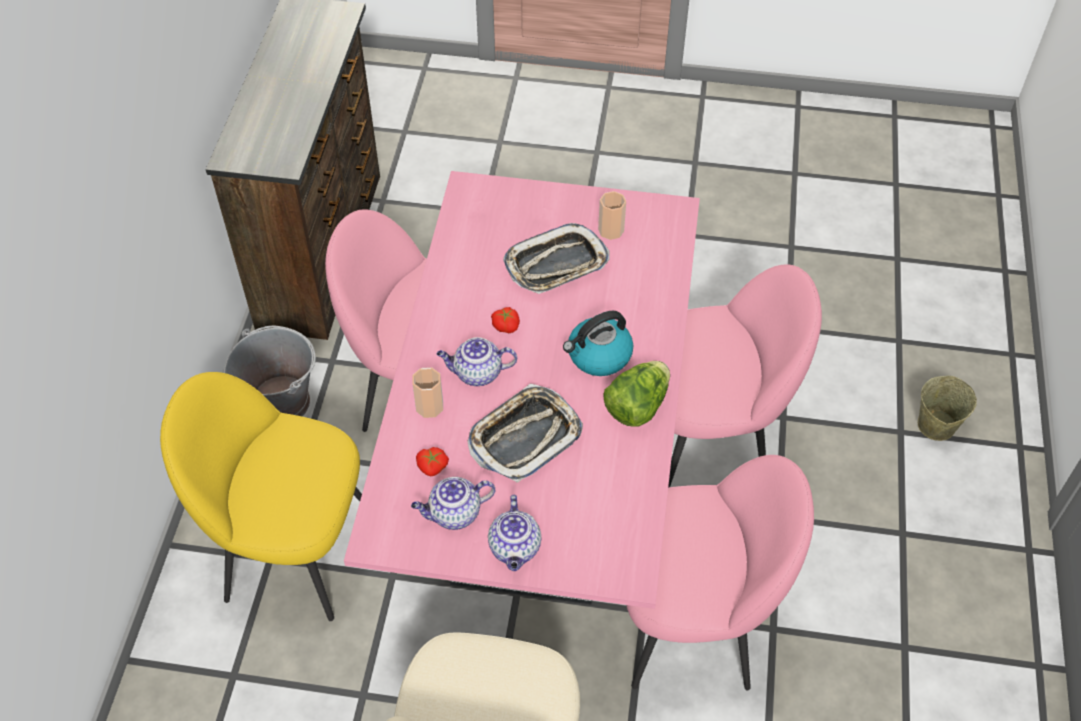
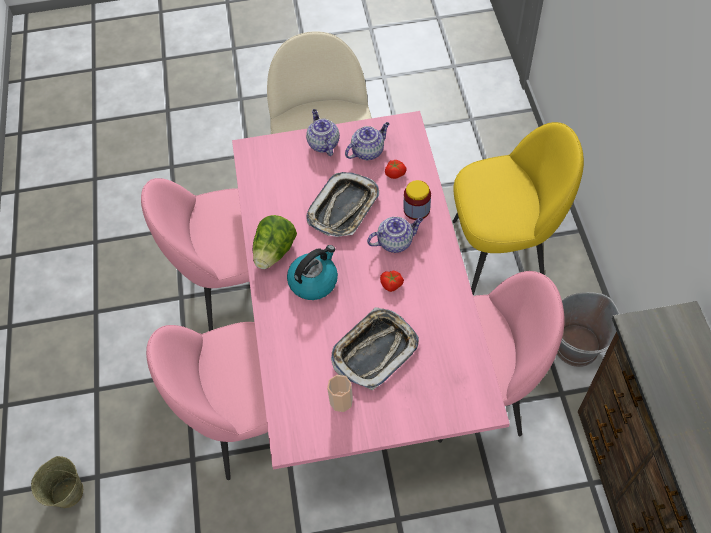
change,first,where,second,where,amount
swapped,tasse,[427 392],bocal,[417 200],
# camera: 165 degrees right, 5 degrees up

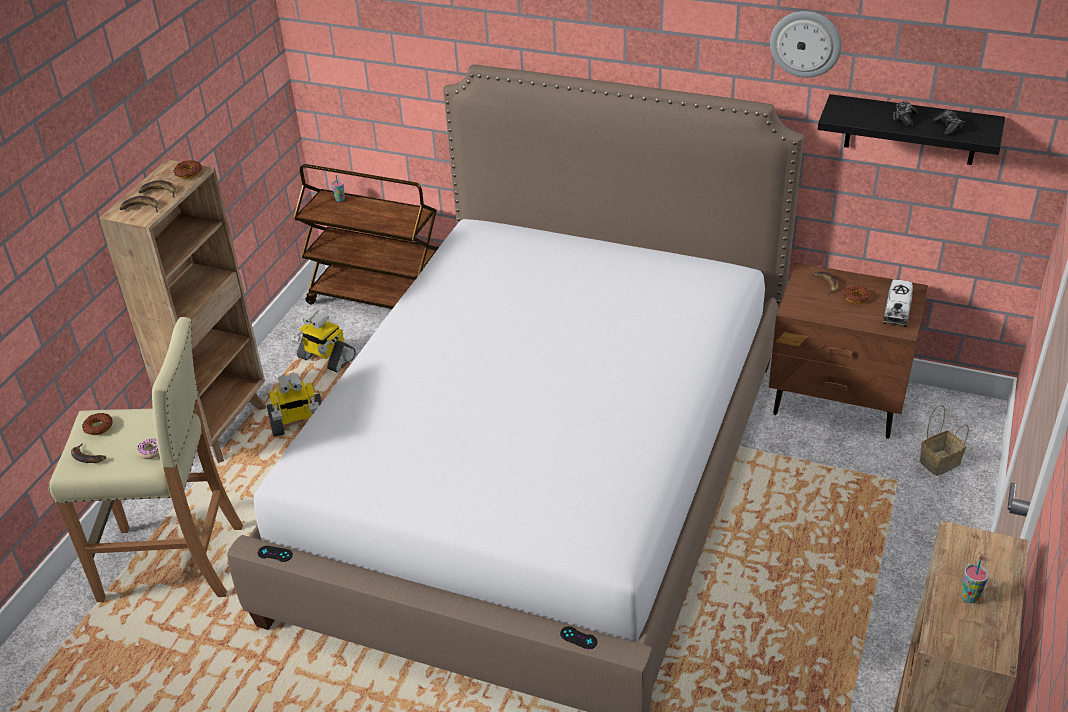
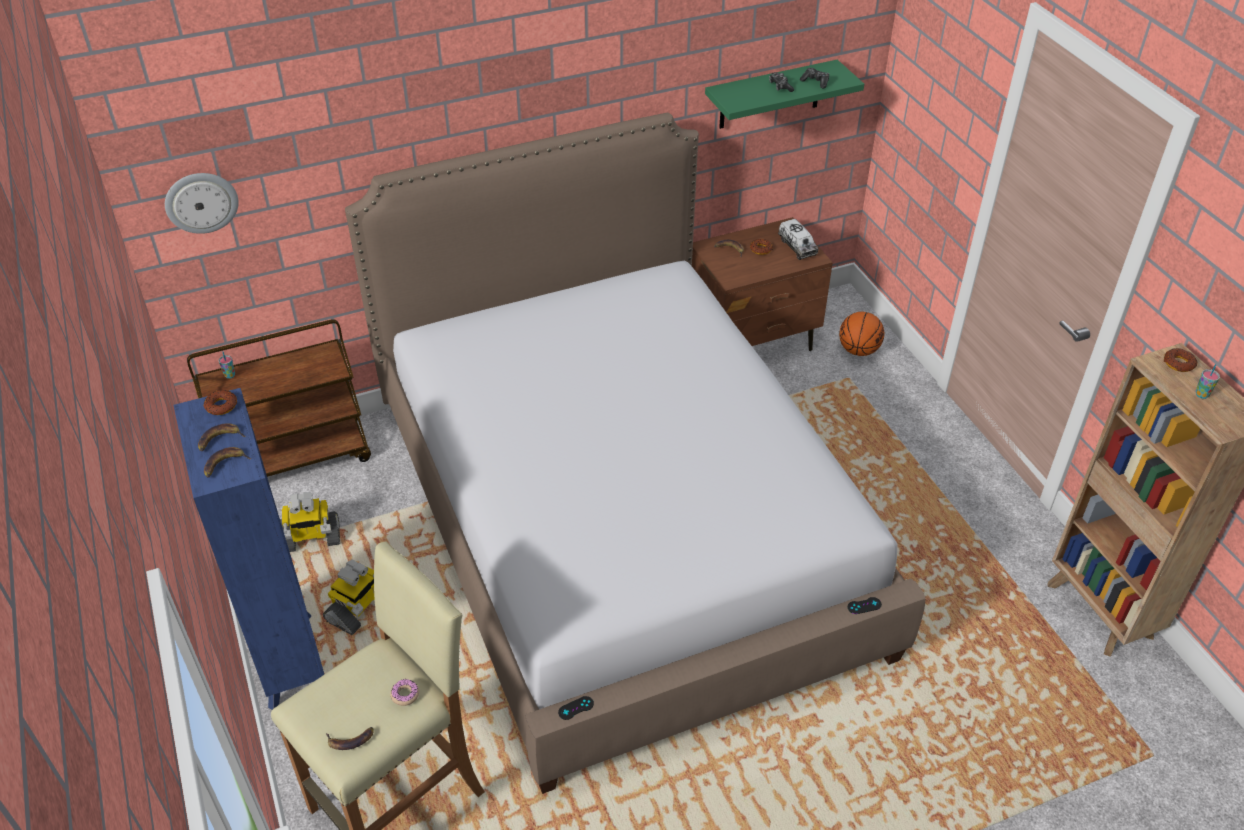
change,first,where,second,where,amount
shifted,horloge murale,[806 44],,[202 203],
repainted,bibliothèque/marron,[182 311],bibliothèque/bleu,[249 549],
repainted,étagère/noir,[911 129],étagère/vert,[784 94],
swapped,panier,[944 440],ballon de basket,[861 334],
shifted,beignet,[97 424],,[1181 360],
# camera: 45 degrees left, 5 degrees up

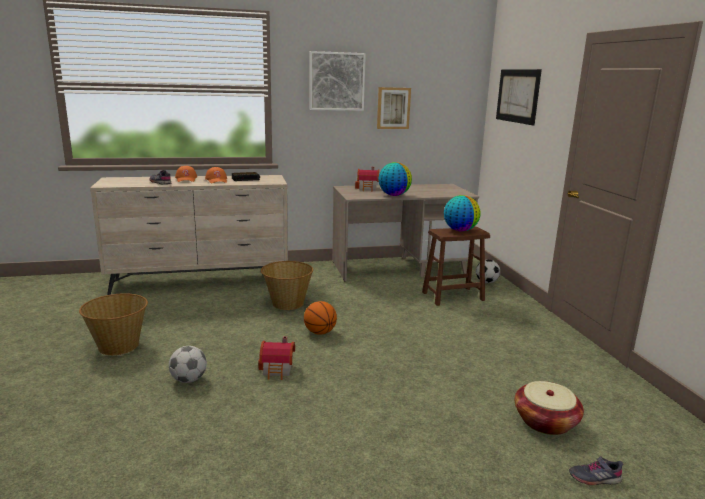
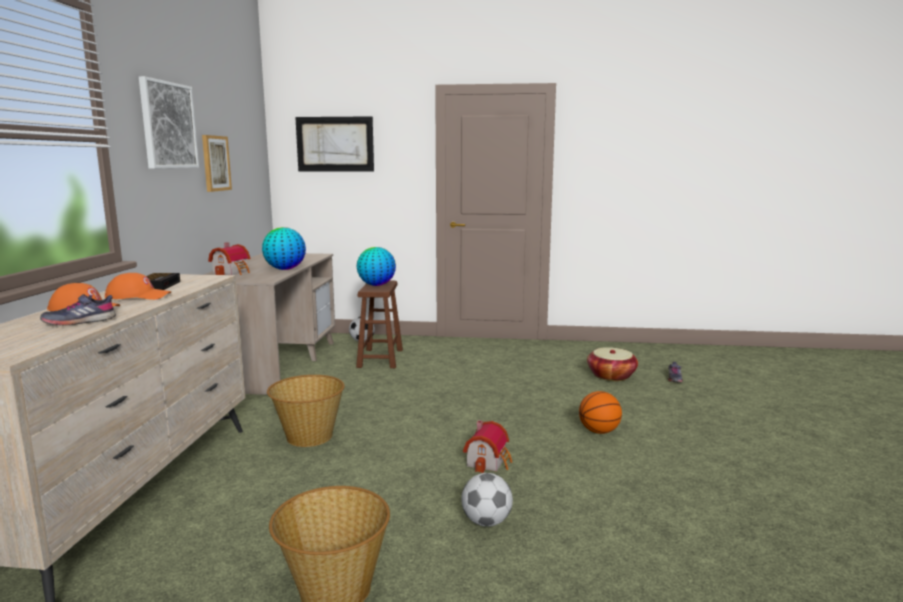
change,first,where,second,where,amount
shifted,ballon de basket,[320 318],,[600 412],
# camera: 70 degrees left, 5 degrees down

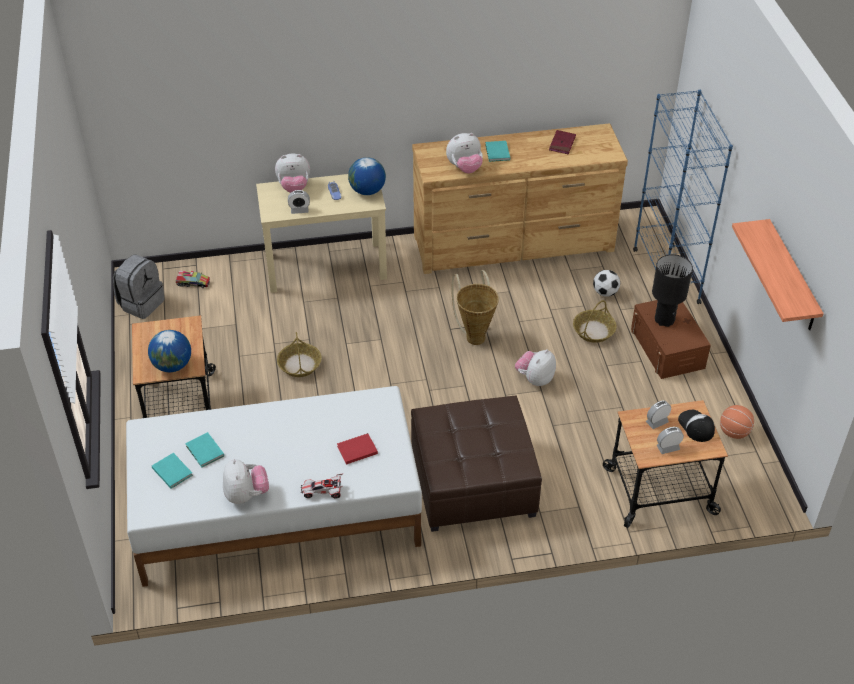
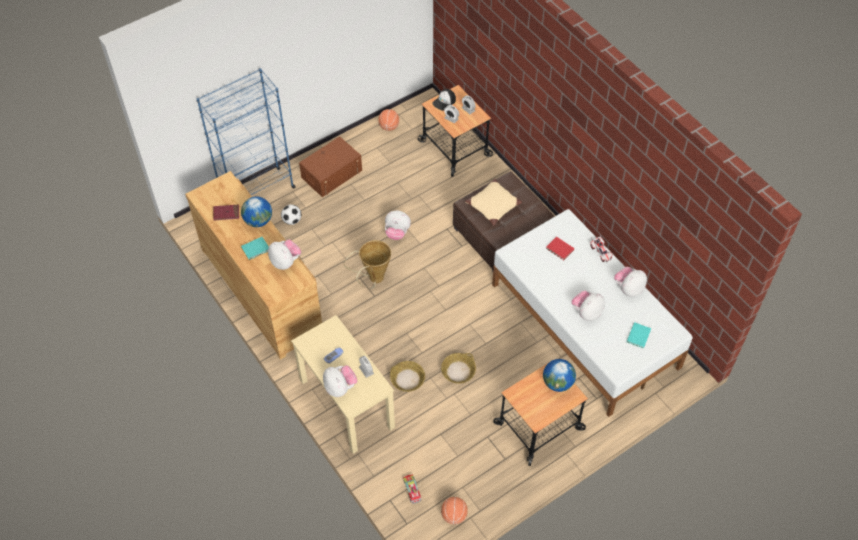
change,first,where,second,where,amount
shifted,globe,[367 176],,[256 212],
shifted,panier,[595 321],,[407 376],
swapped,sac à dos/gris,[139 287],ballon de basket,[454 510],
new,,,coussin/beige,[493 202],
new,,,peluche,[588 306],
gone,livre/turquoise,[204 449],,,
gone,lampe de table/noir,[672 290],,,
gone,étagère,[778 274],,,
# camera: 115 degrees left, 10 degrees up

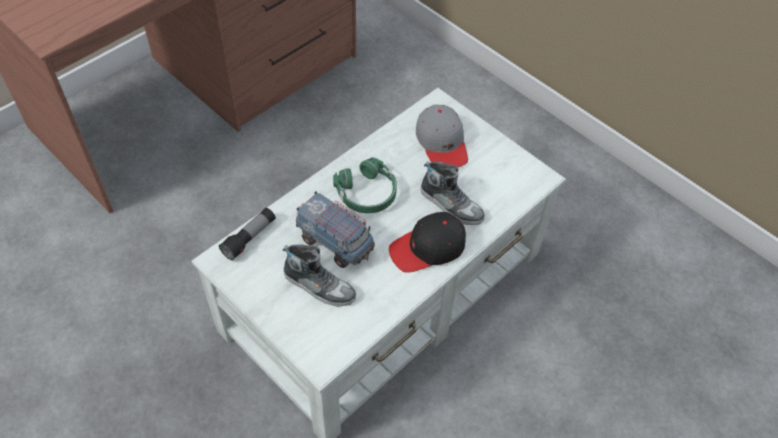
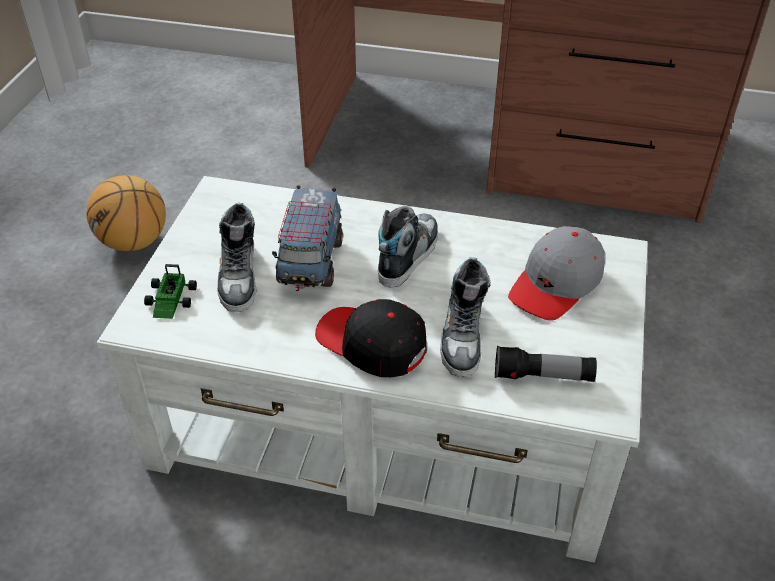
change,first,where,second,where,amount
new,,,ballon de basket,[126 213],
new,,,petite voiture,[170 291],
swapped,casque audio/vert,[365 185],chaussure,[408 247],
shifted,lampe de poche,[247 234],,[546 364],
# camera: 60 degrees right, 10 degrees down

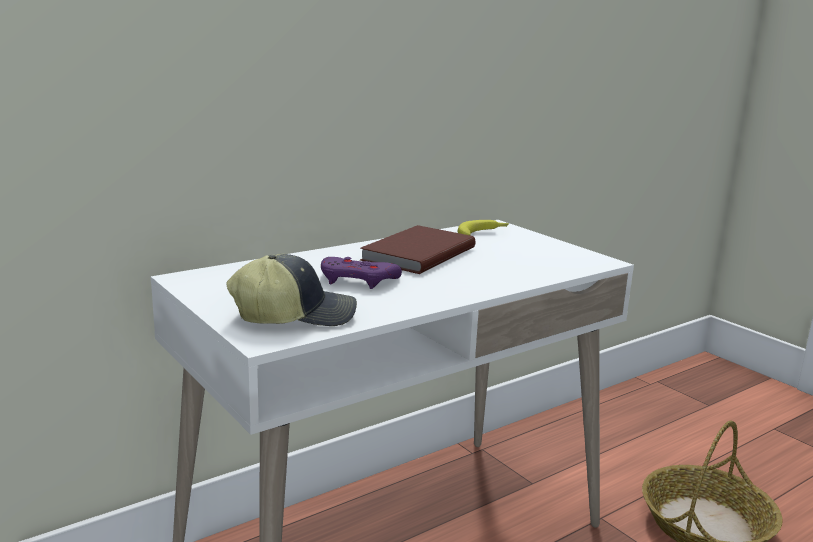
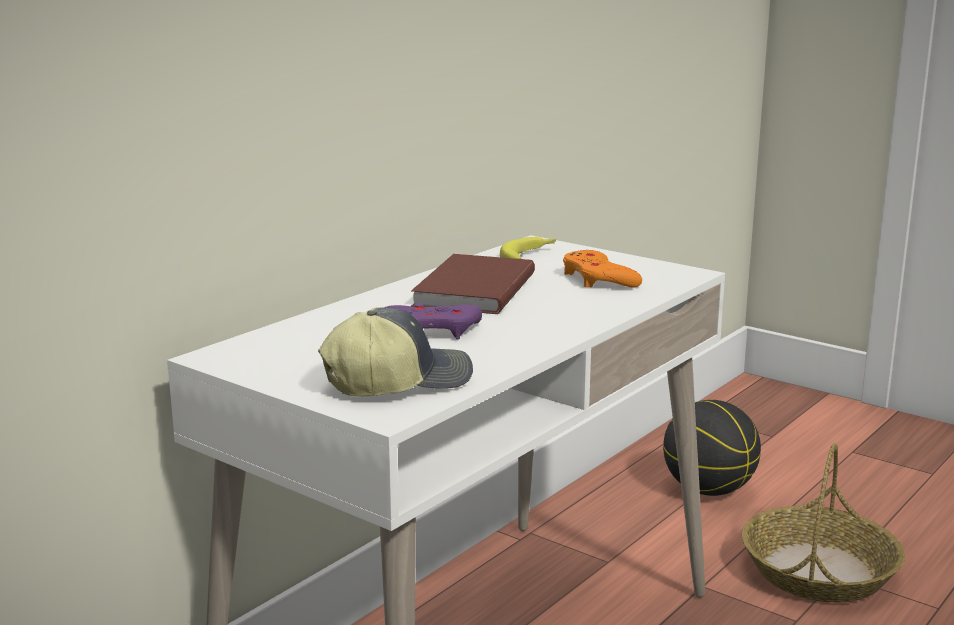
change,first,where,second,where,amount
new,,,manette/orange,[602 269],
new,,,ballon de basket,[712 448],
# camera: 15 degrees left, 0 degrees up

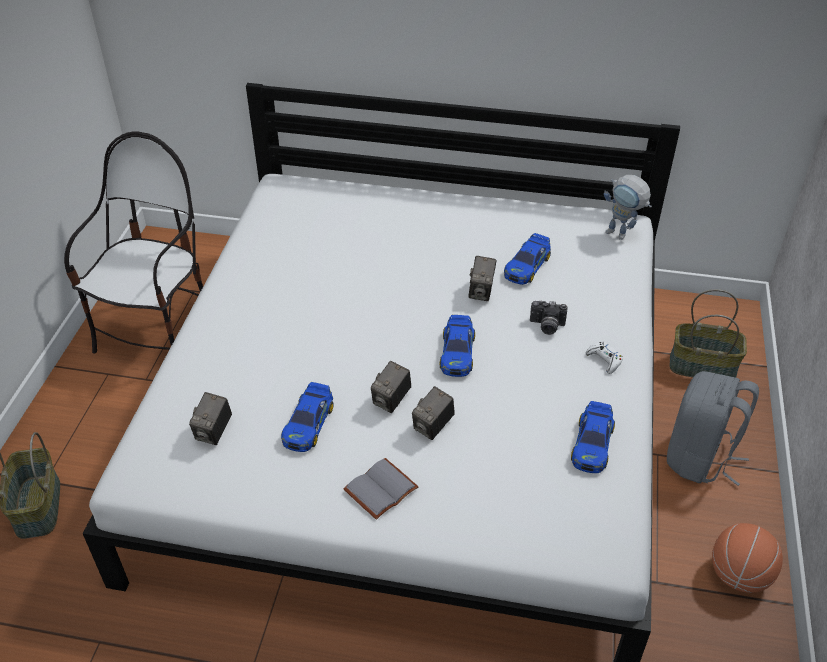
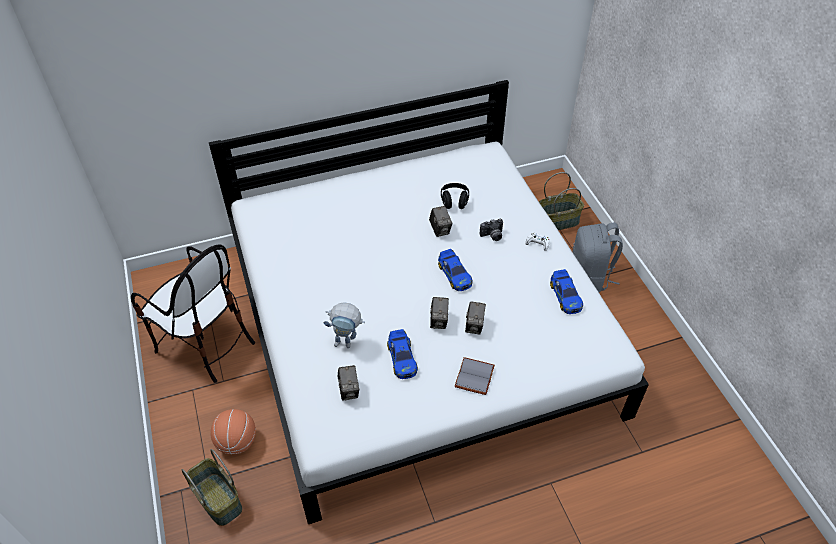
change,first,where,second,where,amount
rotated,chaise,[133 242],,[193 314],135 degrees clockwise
shifted,ballon de basket,[747 558],,[233 432],
shifted,robot jouet,[628 207],,[344 325],
swapped,petite voiture,[527 259],casque audio/noir,[455 196],
# camera: 30 degrees left, 5 degrees up

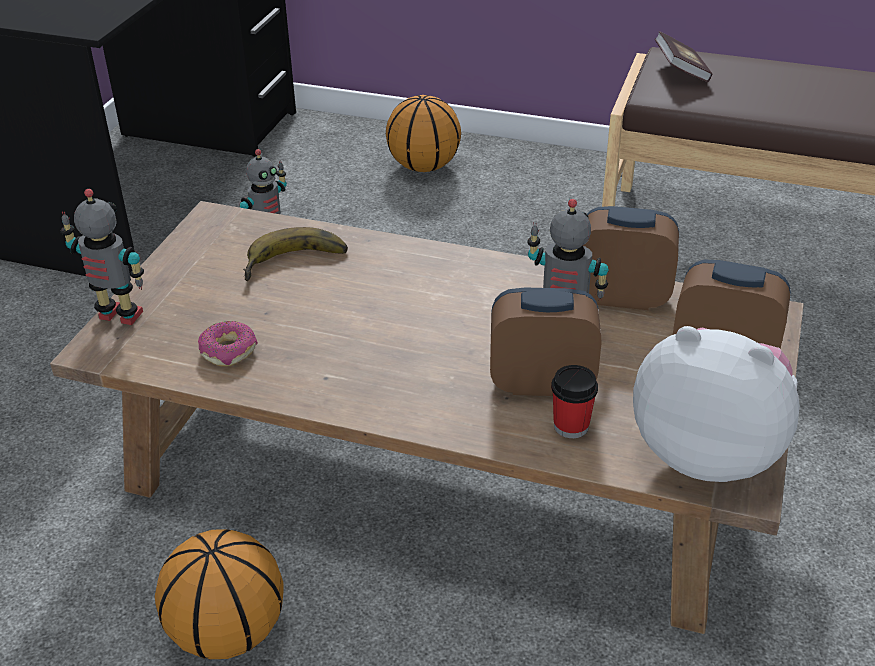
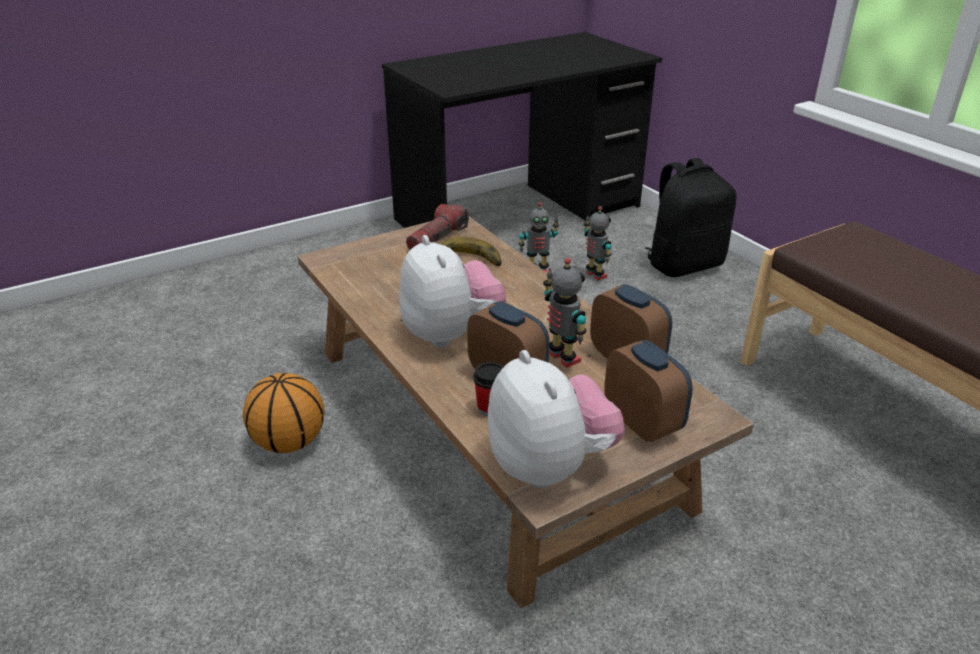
change,first,where,second,where,amount
new,,,peluche,[452 291],
new,,,lampe de poche,[437 227],
shifted,robot jouet,[102 257],,[597 243],
swapped,ballon de basket,[423 133],sac à dos/noir,[691 217],
gone,beignet,[228 344],,,
gone,livre,[683 56],,,
# camera: 40 degrees right, 5 degrees down

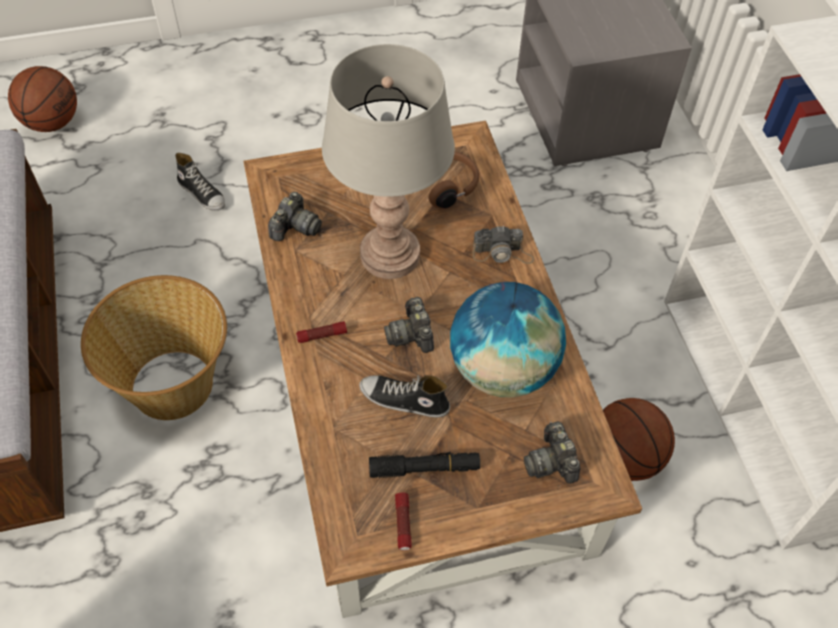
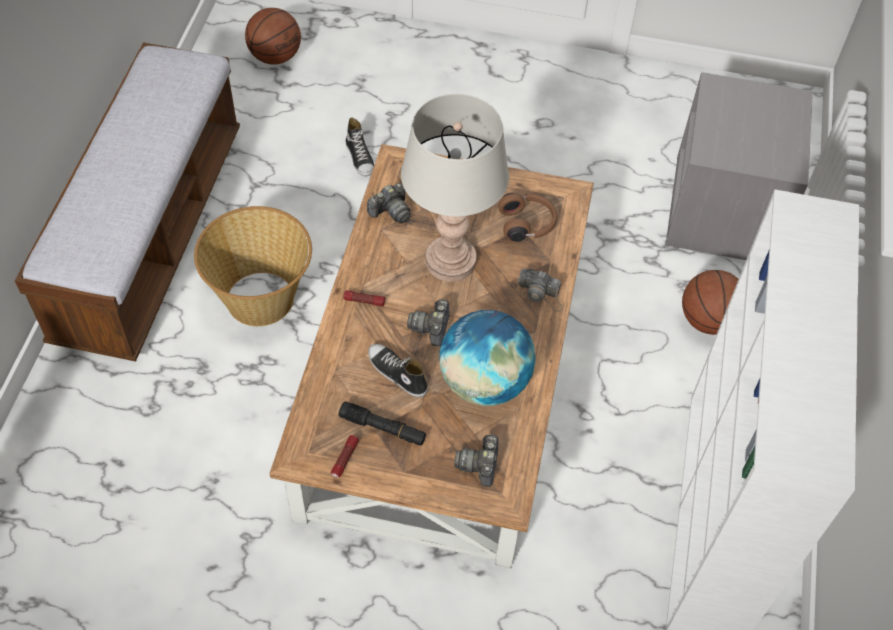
change,first,where,second,where,amount
shifted,ballon de basket,[639 439],,[710 302],
# camera: 25 degrees right, 0 degrees up

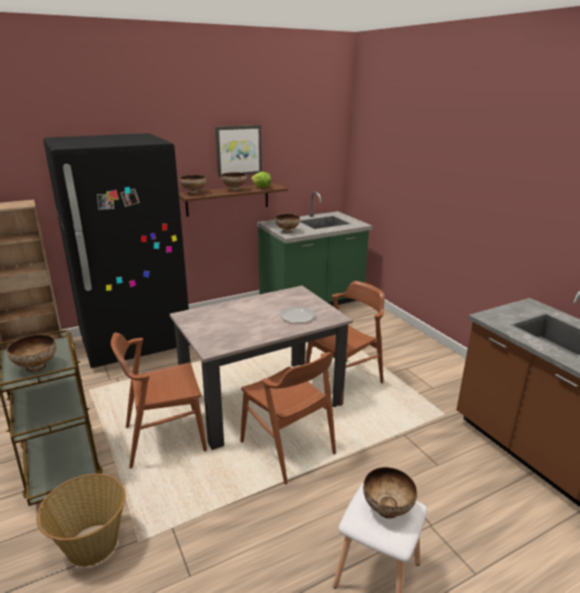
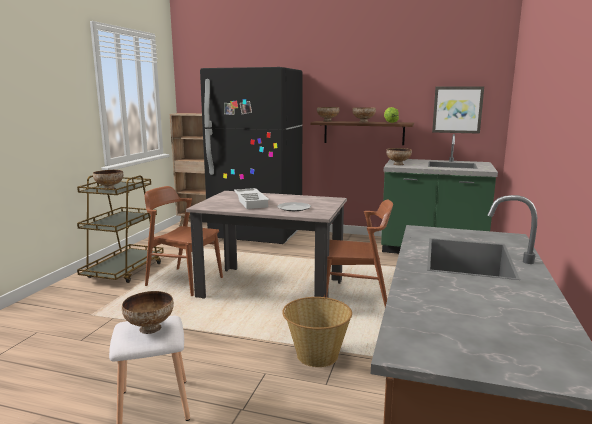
change,first,where,second,where,amount
new,,,plateau/blanc,[252 198],
shifted,panier,[80 520],,[317 332],
shifted,tableau,[238 151],,[458 110],
gone,chaise/marron,[288 418],,,
# camera: 45 degrees right, 10 degrees down

